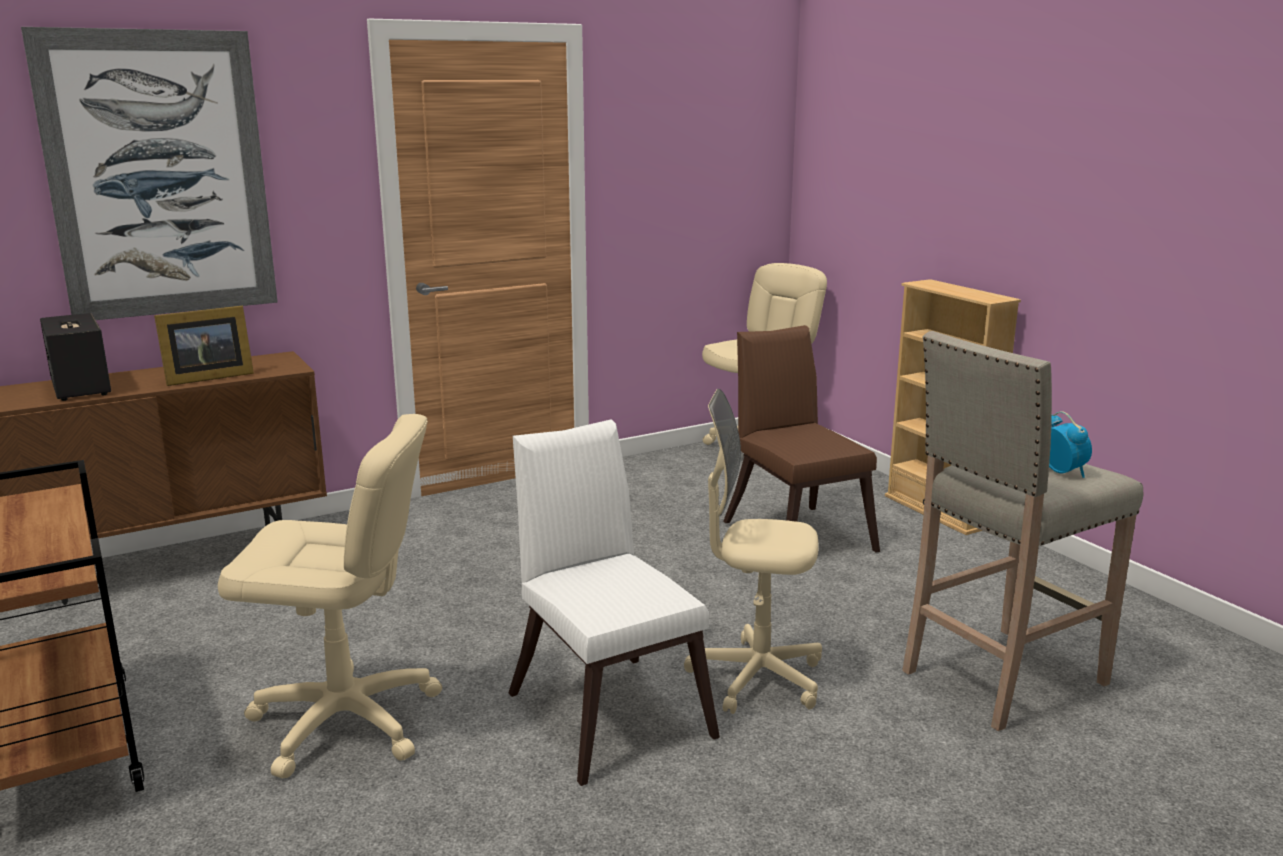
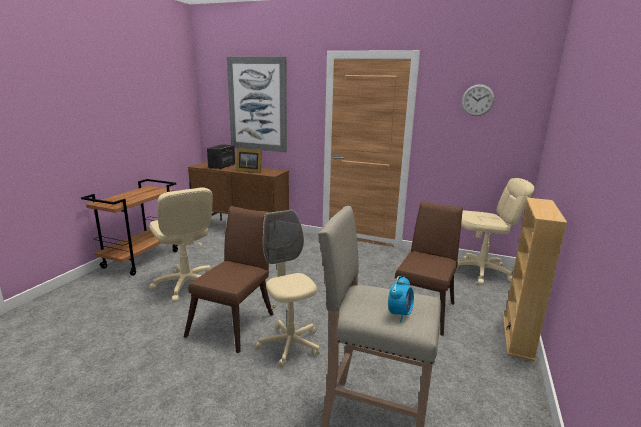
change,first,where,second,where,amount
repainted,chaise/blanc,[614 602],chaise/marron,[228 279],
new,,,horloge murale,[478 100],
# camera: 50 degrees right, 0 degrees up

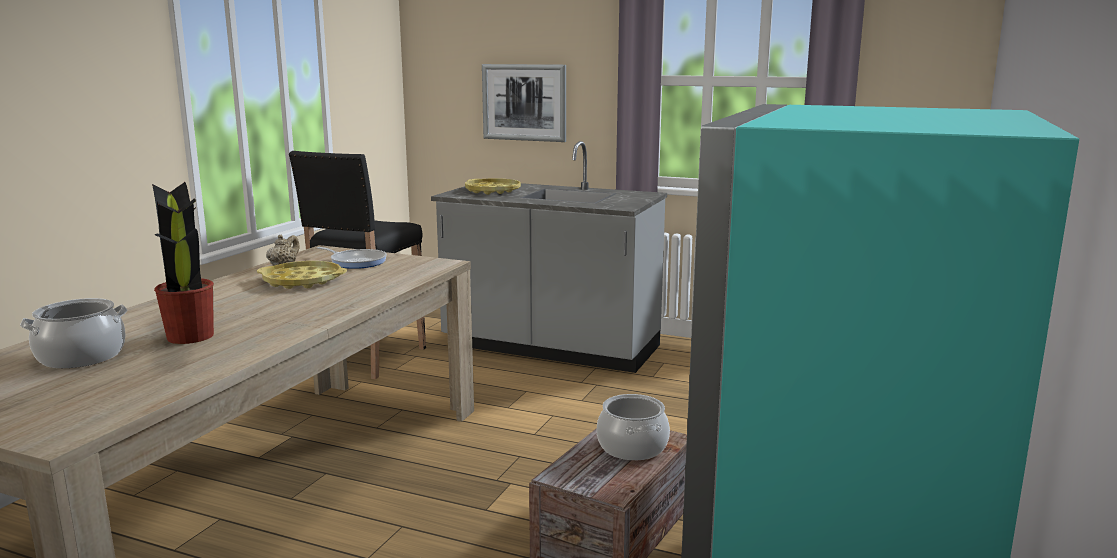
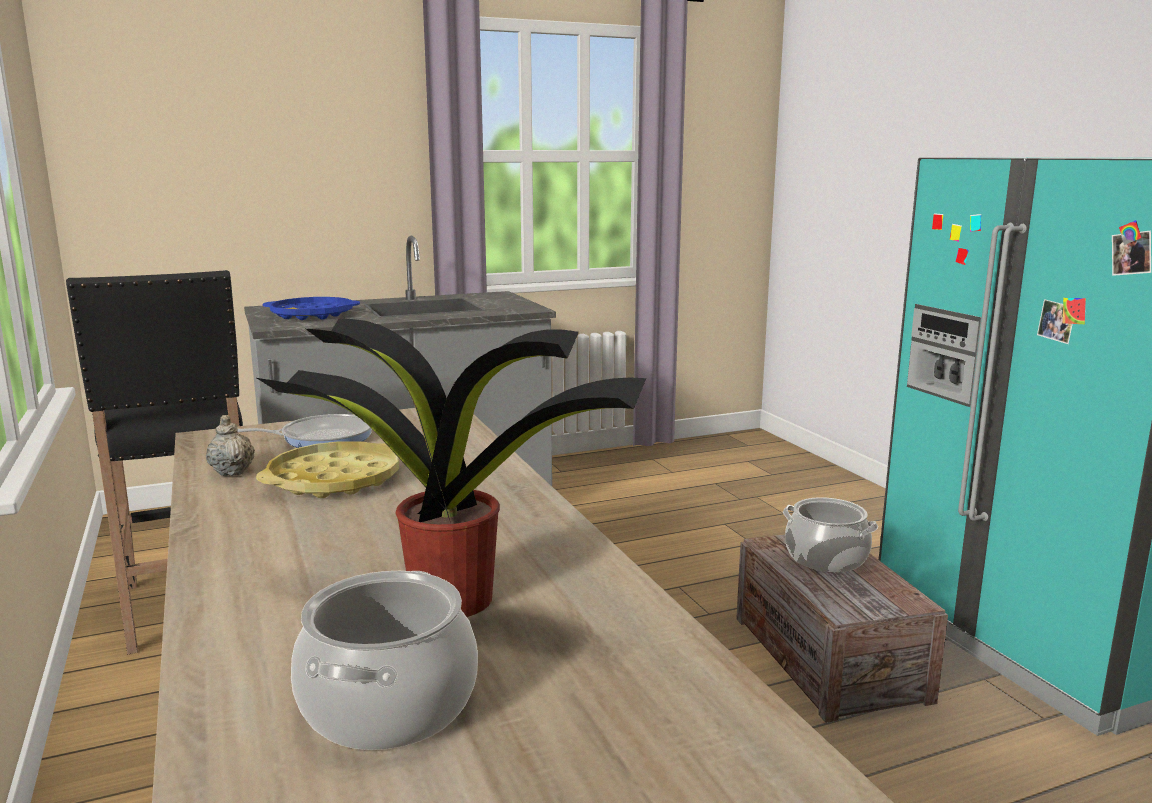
change,first,where,second,where,amount
repainted,plateau/jaune,[493 186],plateau/bleu,[311 308],
gone,tableau,[524 103],,,
# camera: 45 degrees left, 0 degrees up

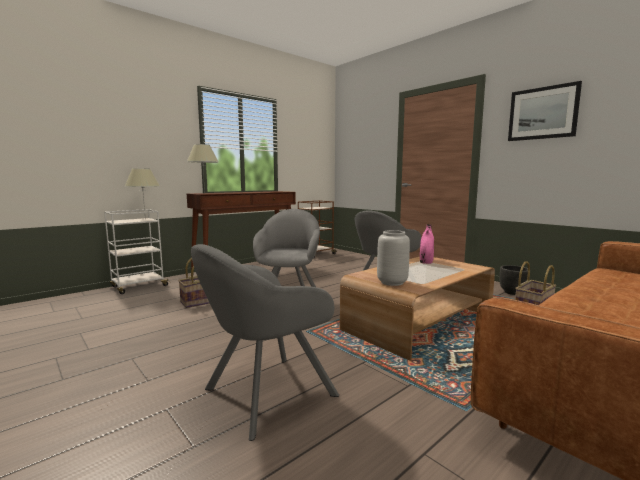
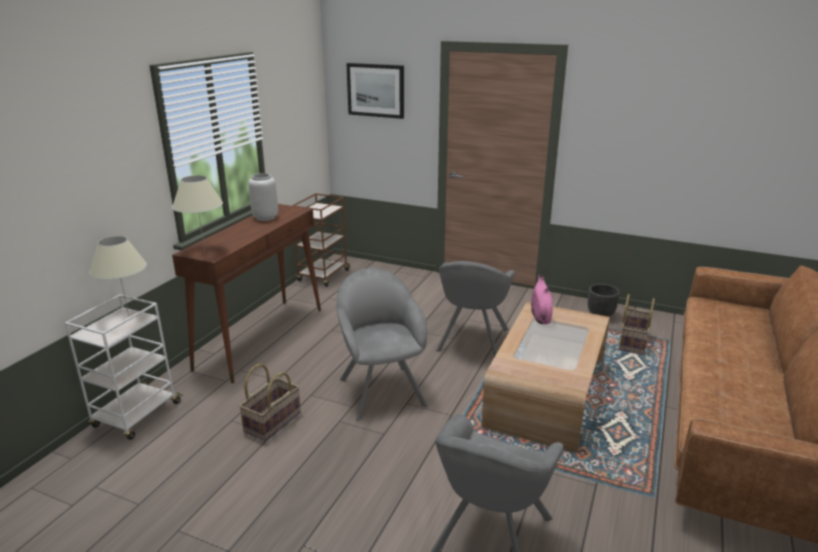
change,first,where,second,where,amount
shifted,vase/gris,[393 258],,[263 197],
shifted,tableau,[545 111],,[375 91],
# camera: 25 degrees left, 15 degrees up

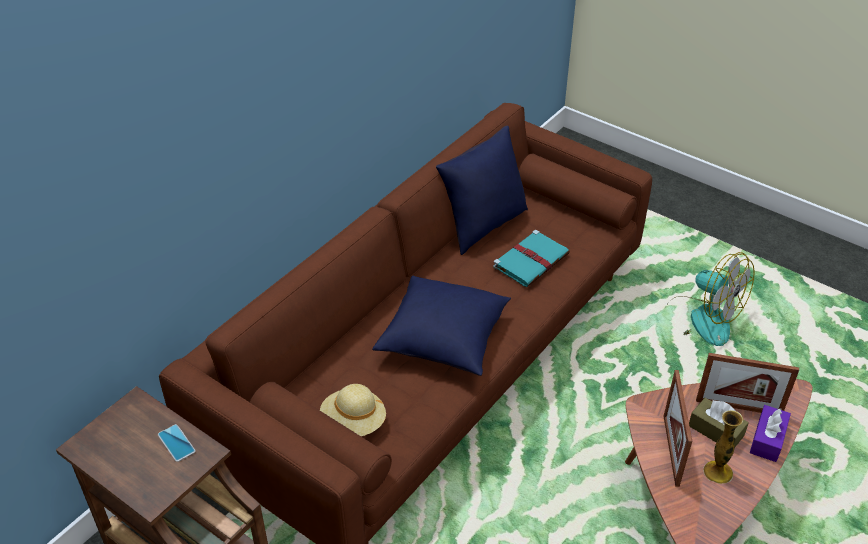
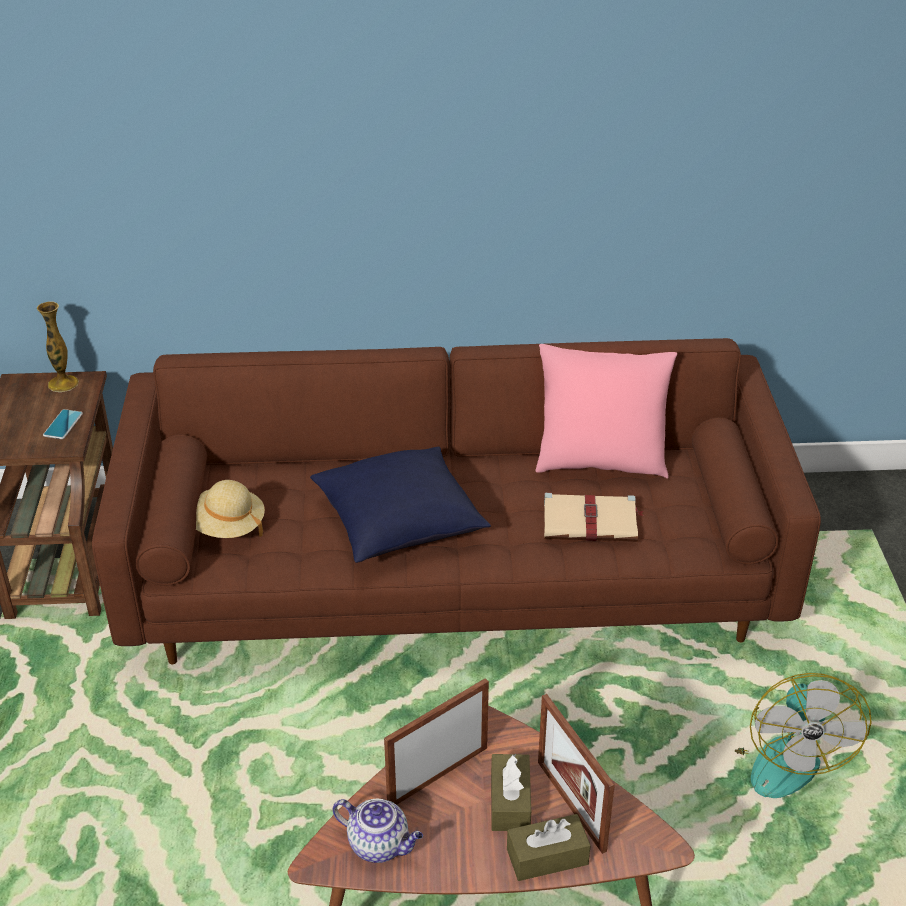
change,first,where,second,where,amount
shifted,vase,[723 447],,[58 346],
new,,,théière,[378 831],
repainted,boîte à mouchoirs/violet,[770 433],boîte à mouchoirs/marron,[549 847],
repainted,coussin/bleu,[482 190],coussin/rose,[606 411],
repainted,livre/turquoise,[531 258],livre/beige,[594 517],
# camera: 50 degrees right, 5 degrees down

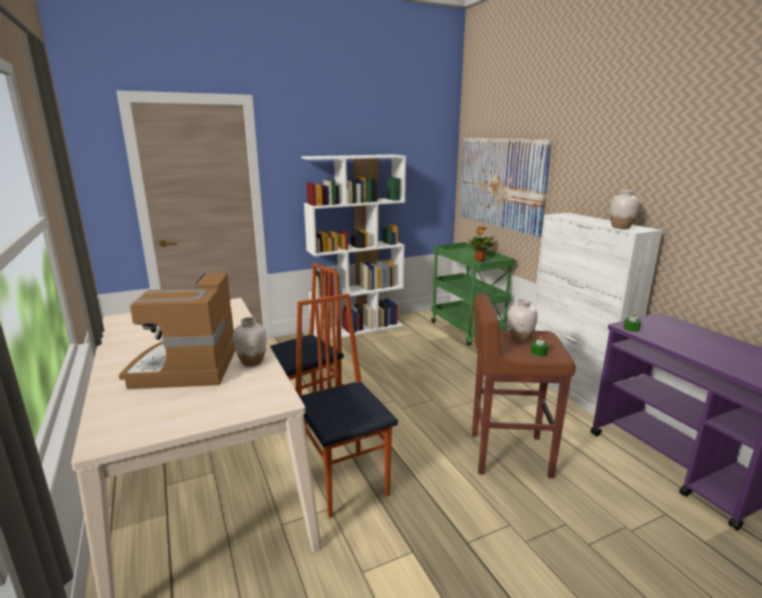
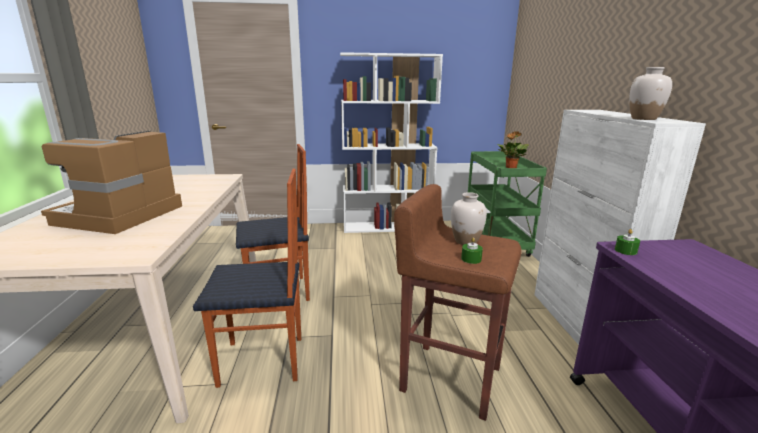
change,first,where,second,where,amount
rotated,chaise,[347 406],,[247 278],90 degrees clockwise
gone,vase/blanc,[250 342],,,
gone,tableau,[506 187],,,
# camera: 20 degrees right, 0 degrees up

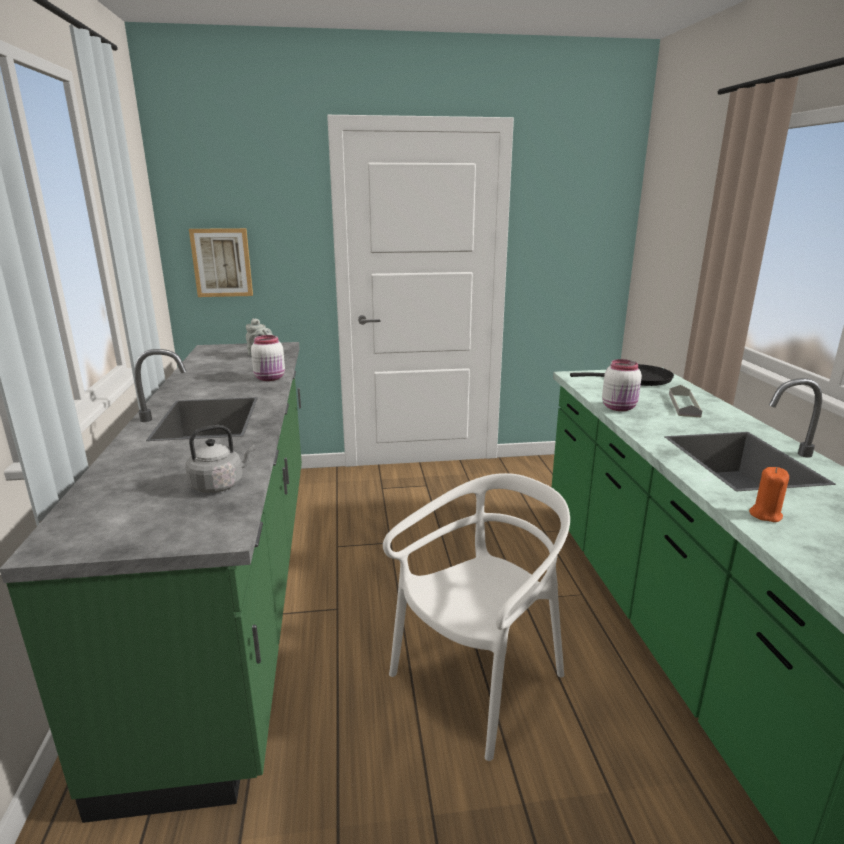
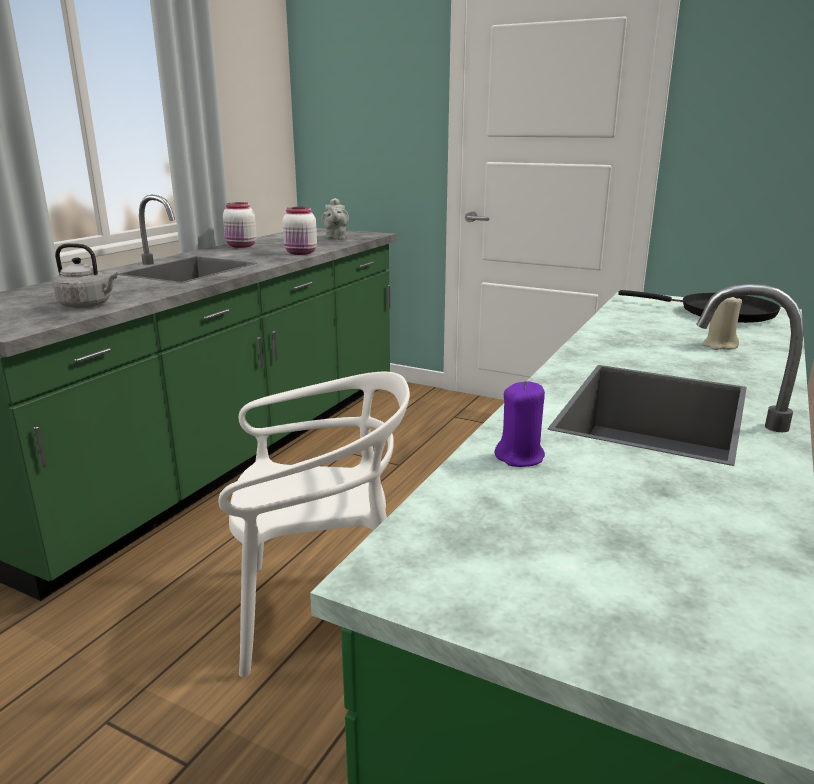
change,first,where,second,where,amount
shifted,bocal/blanc,[622 385],,[240 225],
repainted,bougie/orange,[769 494],bougie/violet,[520 424],
swapped,plateau/gris,[685 401],bougie/beige,[722 323],
gone,tableau,[221 262],,,
# camera: 35 degrees right, 0 degrees up

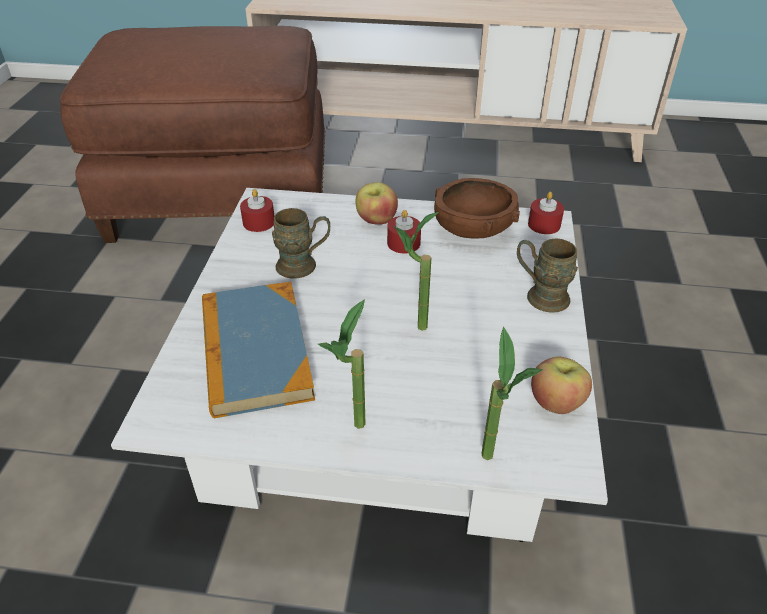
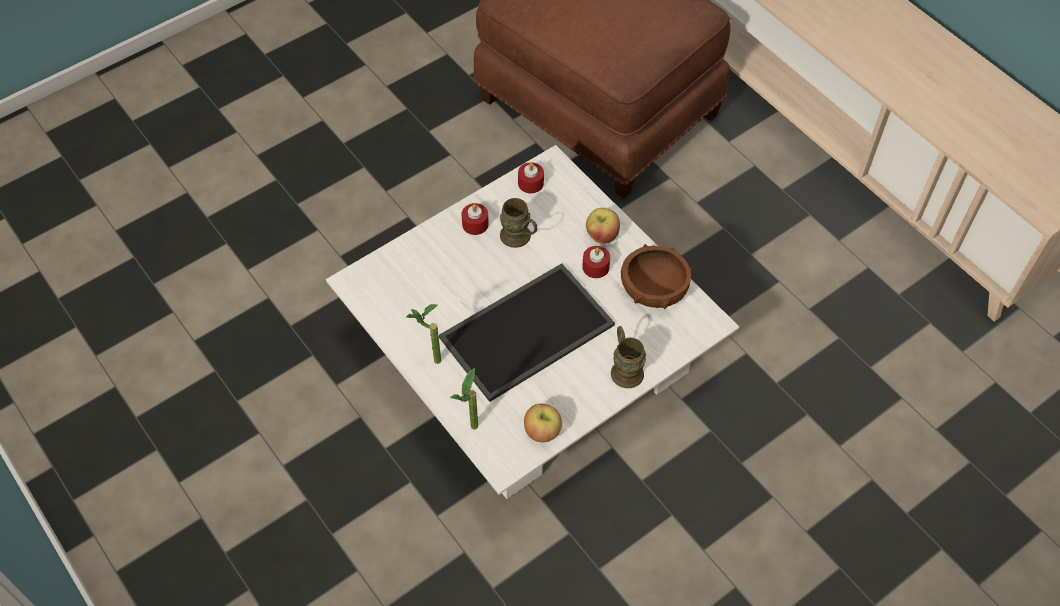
change,first,where,second,where,amount
swapped,plante en pot,[415 271],plateau,[527 332],
shifted,bougie/rouge,[546 213],,[475 219],
gone,livre,[258 350],,,
# camera: 45 degrees right, 15 degrees up

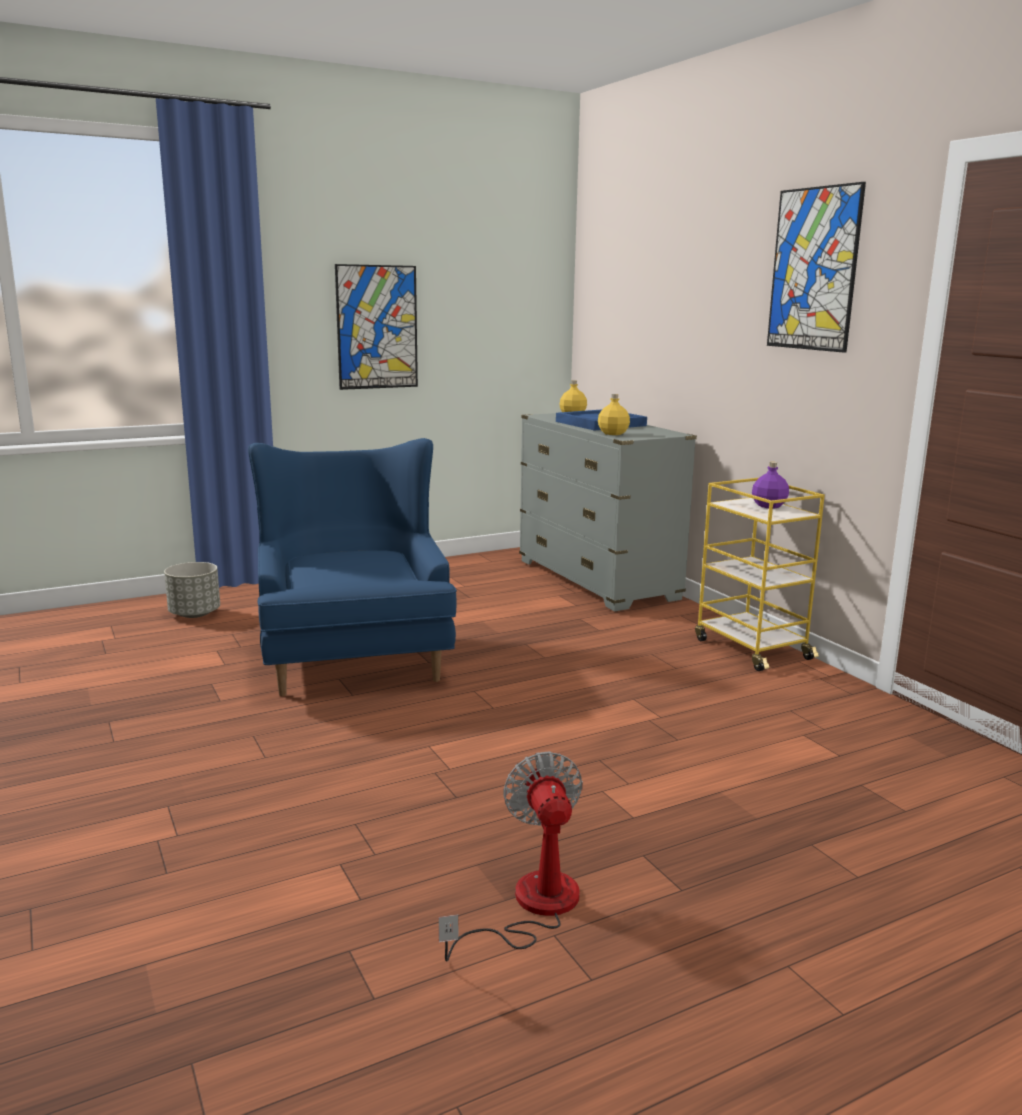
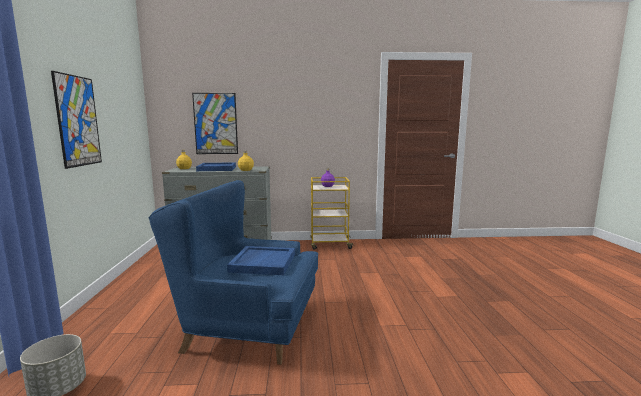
change,first,where,second,where,amount
shifted,tableau,[816 267],,[215 123],
new,,,plateau/bleu,[261 260],
gone,ventilateur,[511 856],,,
# camera: 65 degrees left, 5 degrees down

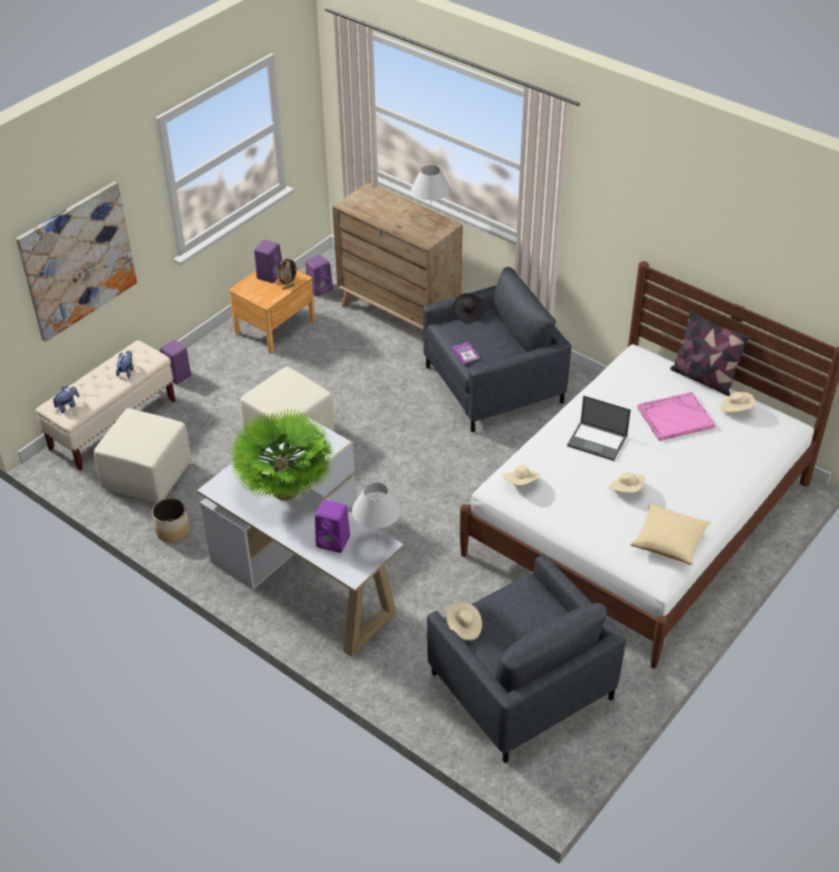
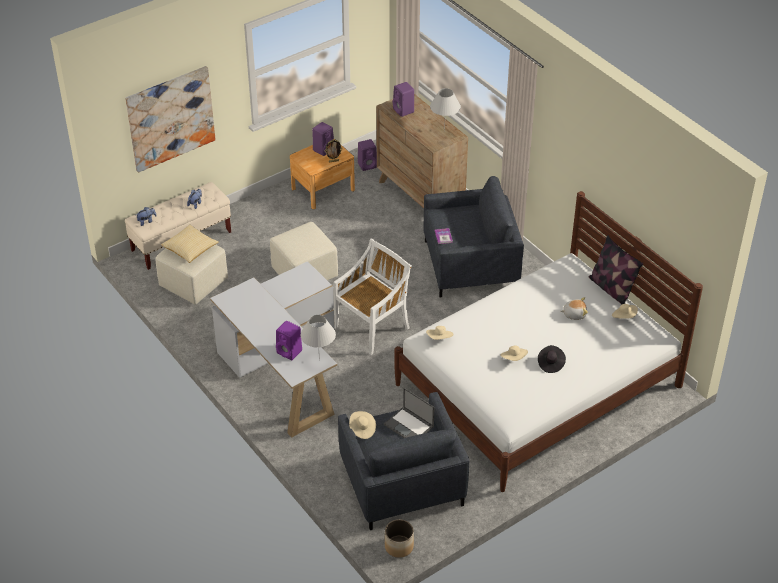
change,first,where,second,where,amount
shifted,coussin,[670 534],,[190 243],
new,,,chaise/blanc,[372 296],
shifted,ordinateur portable,[599 428],,[409 413],
shifted,cache-pot,[171 520],,[399 538],
shifted,enceinte/violet,[175 362],,[403 99],
shifted,chapeau/noir,[468 308],,[552 359],
swapped,plateau/rose,[676 416],peluche,[574 308],
gone,plante en pot,[281 454],,,
# camera: 15 degrees right, 0 degrees up

